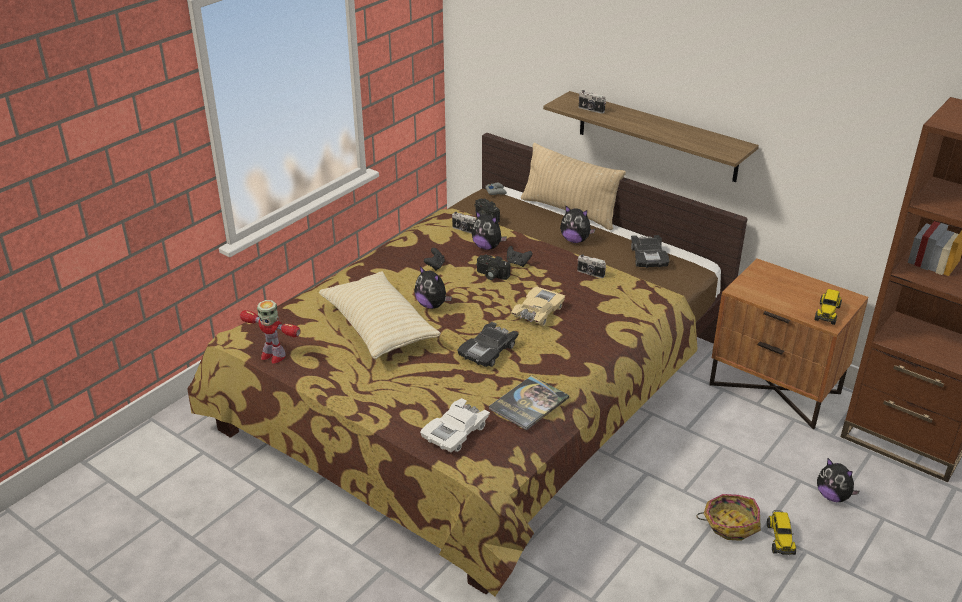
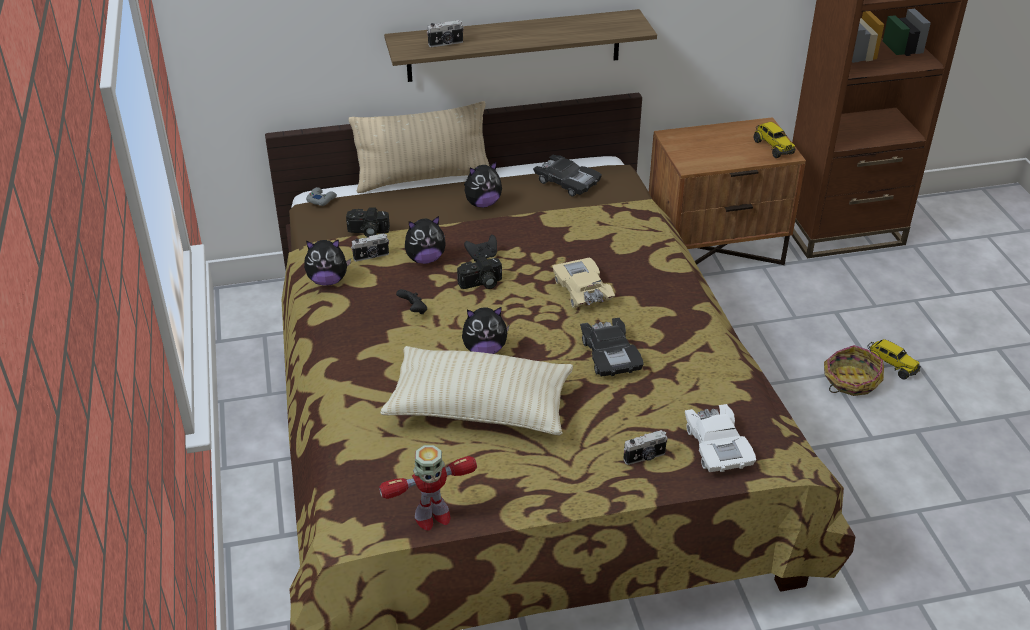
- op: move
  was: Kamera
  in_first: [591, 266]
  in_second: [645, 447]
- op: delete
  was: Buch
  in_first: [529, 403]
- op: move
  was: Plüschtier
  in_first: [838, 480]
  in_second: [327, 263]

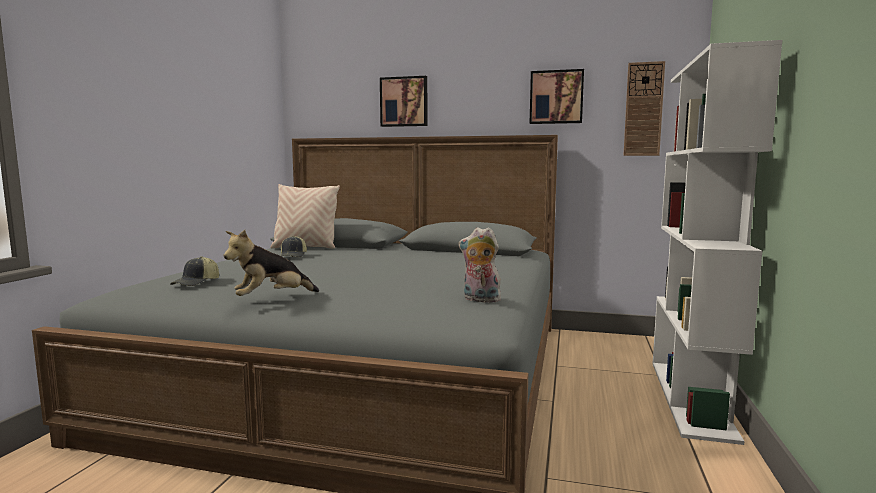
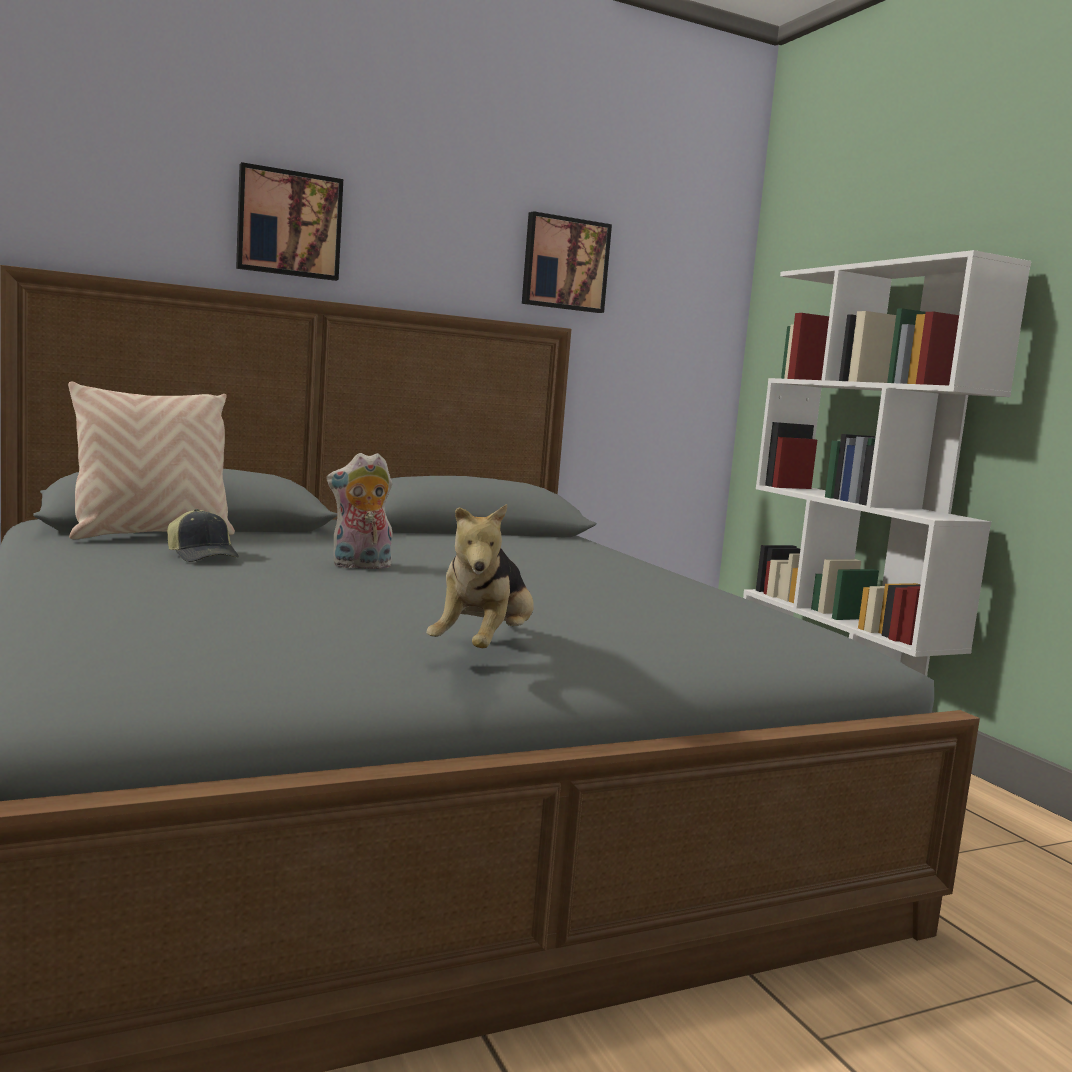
- op: delete
  was: Wanduhr
  in_first: [644, 108]
- op: move
  was: Plüschtier
  in_first: [482, 265]
  in_second: [359, 511]
- op: delete
  was: Kappe
  in_first: [194, 271]

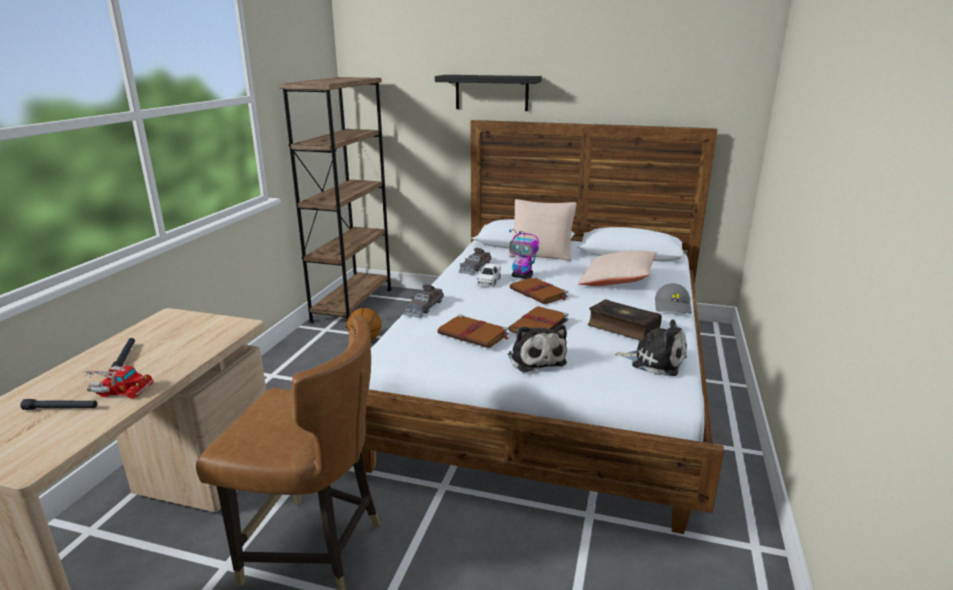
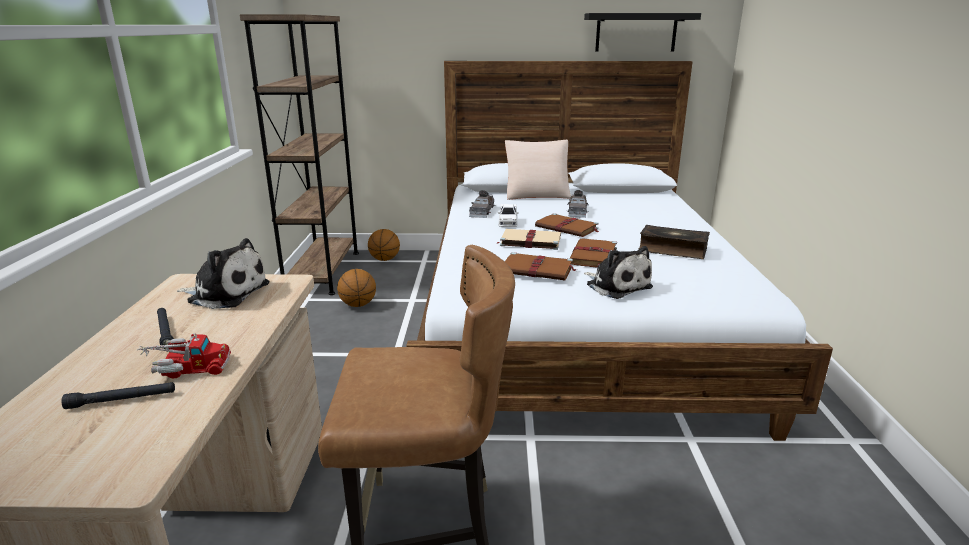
- op: move
  was: Wandregal/schwarz
  in_first: [488, 93]
  in_second: [642, 32]
- op: delete
  was: Spielzeugroboter
  in_first: [524, 254]
- op: delete
  was: Kissen/beige
  in_first: [617, 268]
- op: delete
  was: Kappe/grau
  in_first: [673, 298]
- op: move
  was: Spielzeugauto/grau
  in_first: [423, 301]
  in_second: [578, 204]
- op: move
  was: Plüschtier
  in_first: [651, 348]
  in_second: [223, 273]
- op: insert
  now: Basketball
  in_second: [384, 245]
- op: insert
  now: Buch/beige
  in_second: [529, 239]

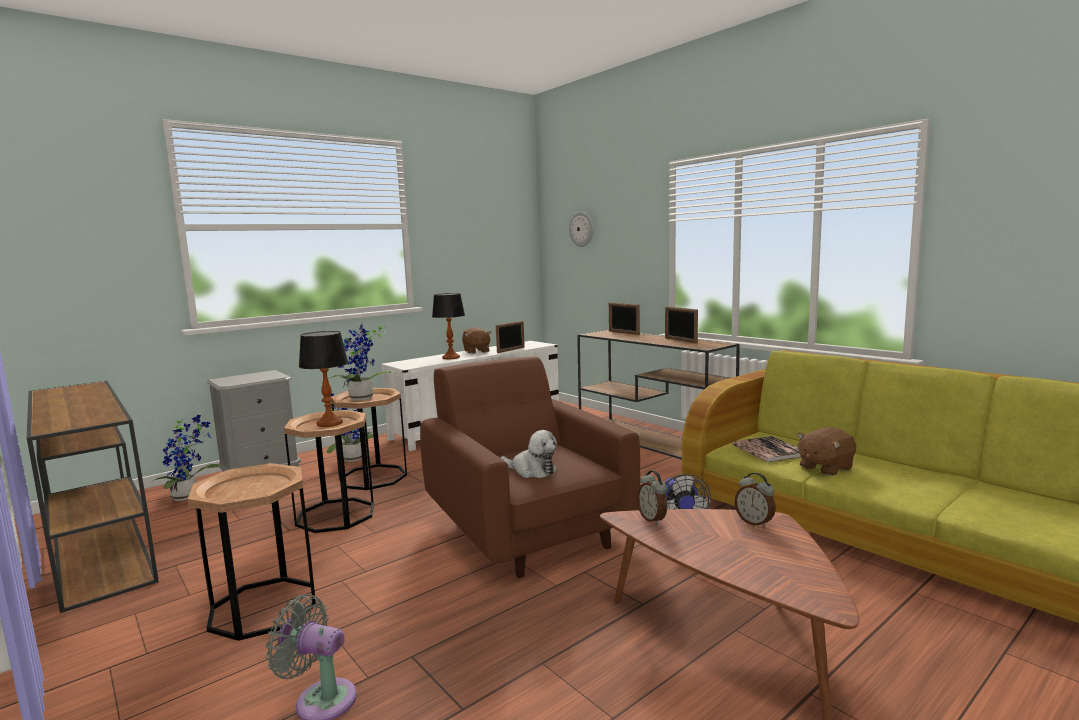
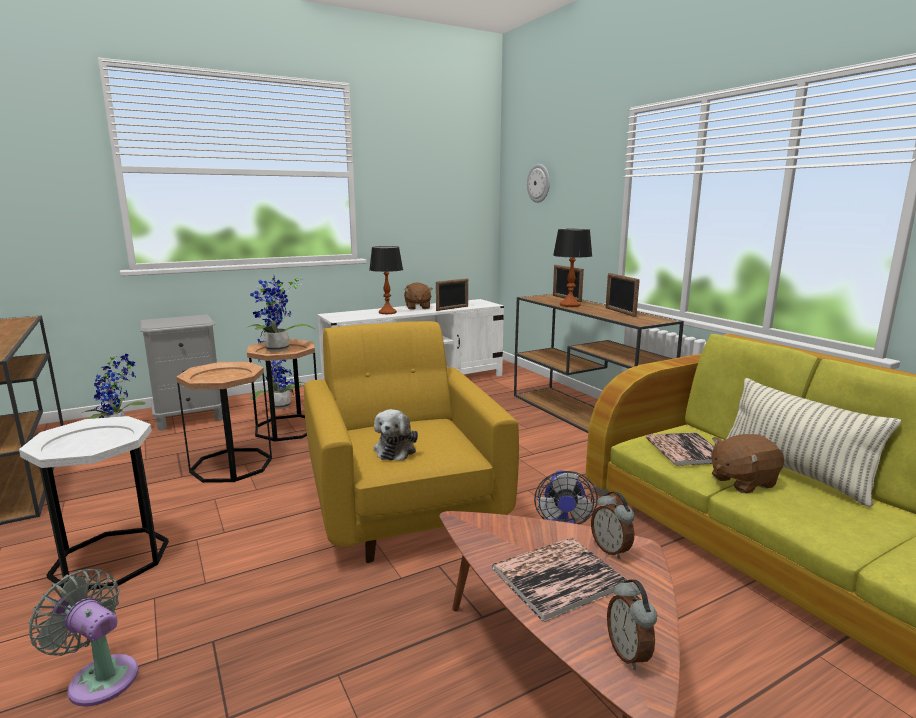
- op: move
  was: Tischlampe
  in_first: [324, 379]
  in_second: [572, 268]
- op: recolor
  was: Sessel/braun
  now: Sessel/gelb
  in_first: [530, 467]
  in_second: [411, 442]
- op: rotate
  was: Plüschtier
  in_first: [528, 454]
  in_second: [395, 435]
  clockwise: 60
- op: recolor
  was: Beistelltisch/braun
  now: Beistelltisch/weiß
  in_first: [252, 552]
  in_second: [94, 503]
- op: move
  was: Wecker
  in_first: [652, 498]
  in_second: [632, 624]
- op: insert
  now: Kissen
  in_second: [813, 442]
- op: insert
  now: Buch
  in_second: [560, 579]

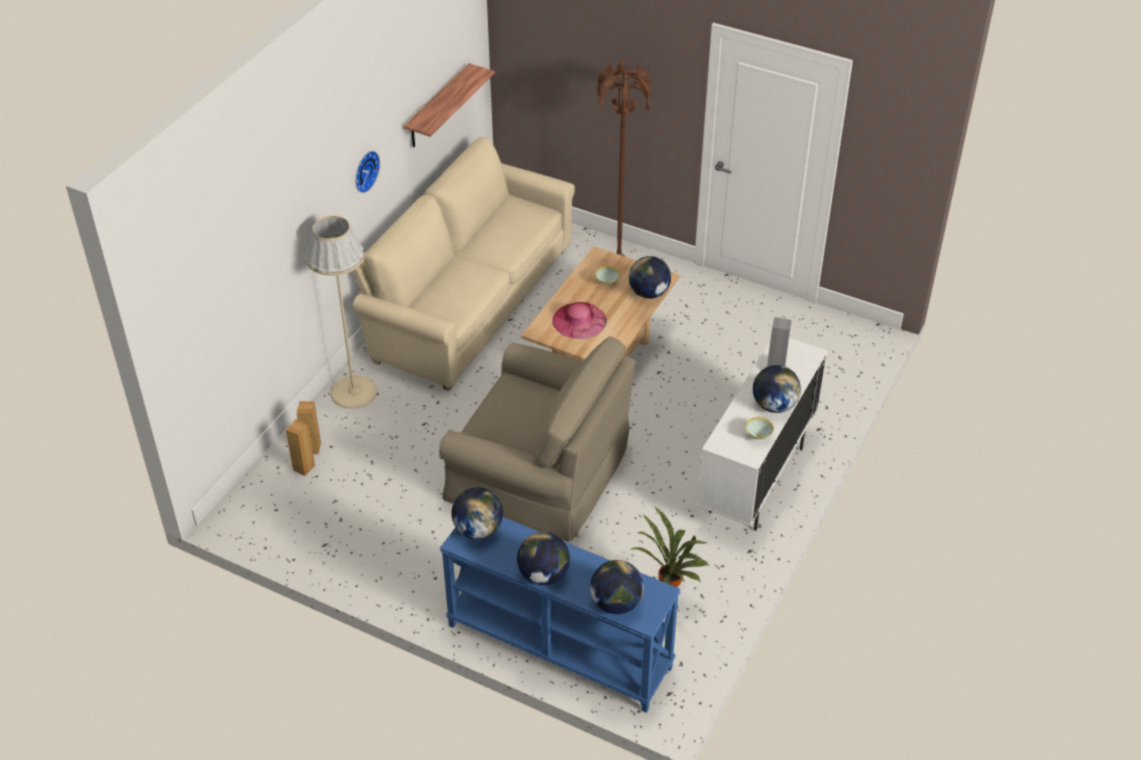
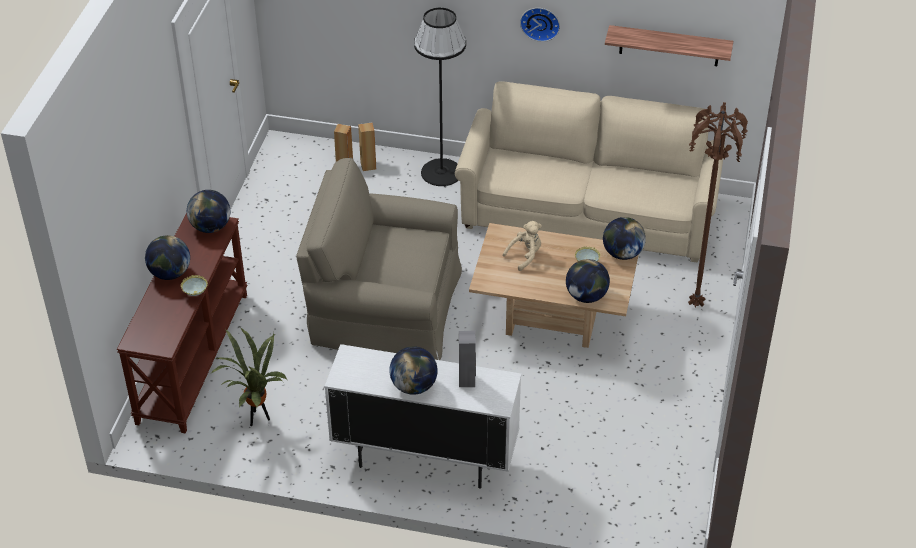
- op: recolor
  was: Stehlampe/beige
  now: Stehlampe/schwarz
  in_first: [341, 312]
  in_second: [440, 97]
- op: replace
  was: Hut/rosa
  now: Plüschtier/beige
  in_first: [579, 320]
  in_second: [522, 246]
- op: rotate
  was: Sessel/beige
  in_first: [537, 439]
  in_second: [379, 259]
  clockwise: 90
- op: move
  was: Schüssel
  in_first: [759, 428]
  in_second: [194, 285]
- op: recolor
  was: Konsolentisch/blau
  now: Konsolentisch/braun
  in_first: [560, 615]
  in_second: [182, 323]
- op: move
  was: Globus
  in_first: [617, 587]
  in_second: [624, 238]

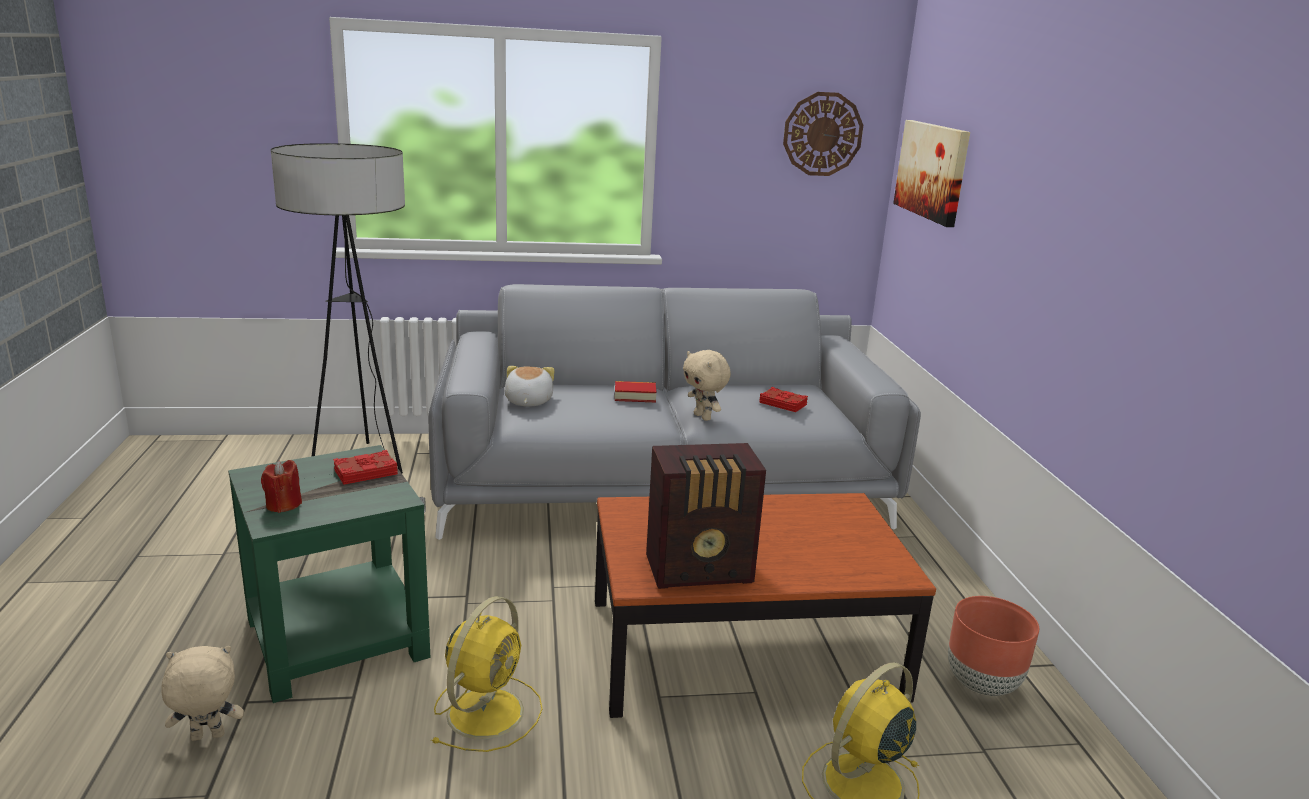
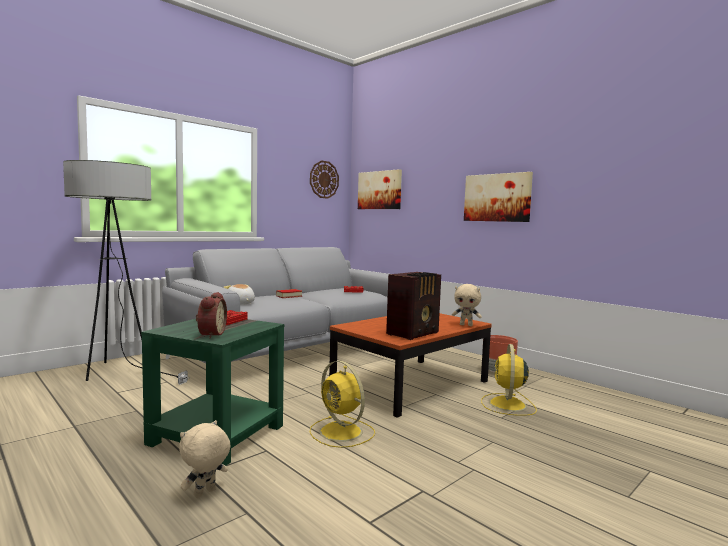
- op: move
  was: Plüschtier/beige
  in_first: [707, 385]
  in_second: [467, 305]
- op: replace
  was: Kerze/rot
  now: Wecker
  in_first: [281, 486]
  in_second: [211, 315]
- op: rotate
  was: Ventilator/gelb
  in_first: [487, 674]
  in_second: [342, 404]
  clockwise: 150
- op: insert
  now: Bild
  in_second: [498, 197]

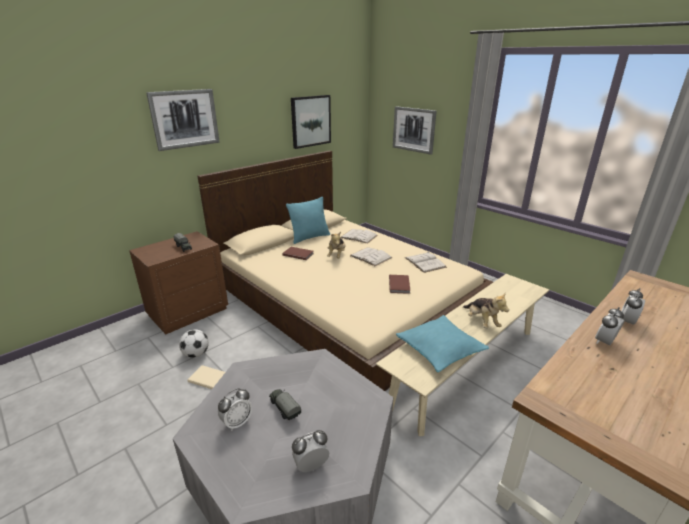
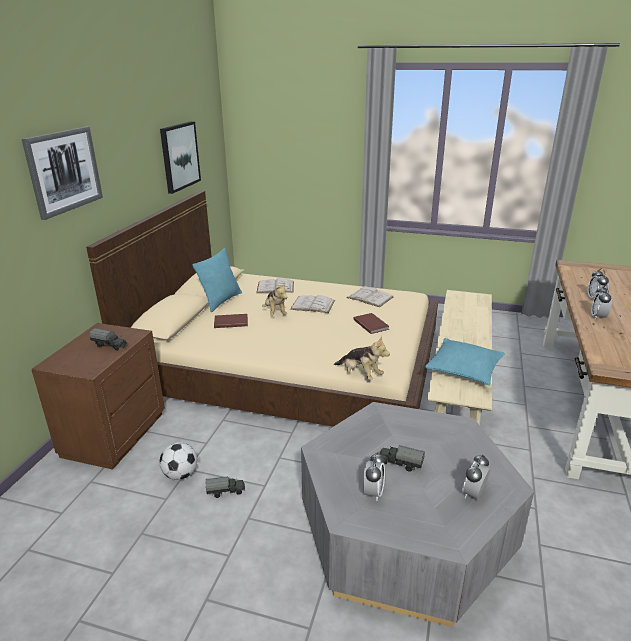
- op: delete
  was: Bild
  in_first: [415, 130]
- op: move
  was: Plüschtier
  in_first: [486, 310]
  in_second: [362, 358]
- op: replace
  was: Buch/beige
  now: Spielzeuglaster
  in_first: [206, 377]
  in_second: [225, 487]

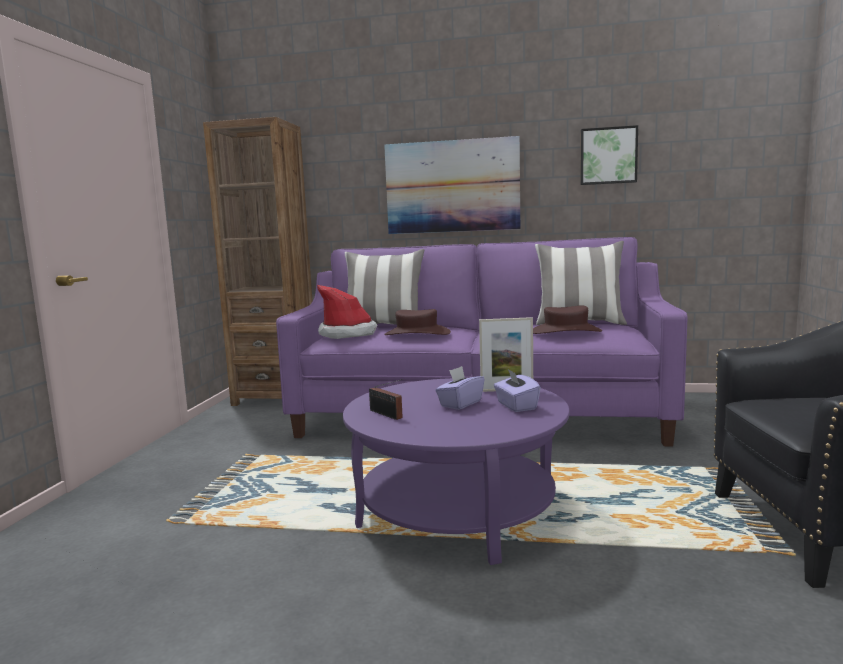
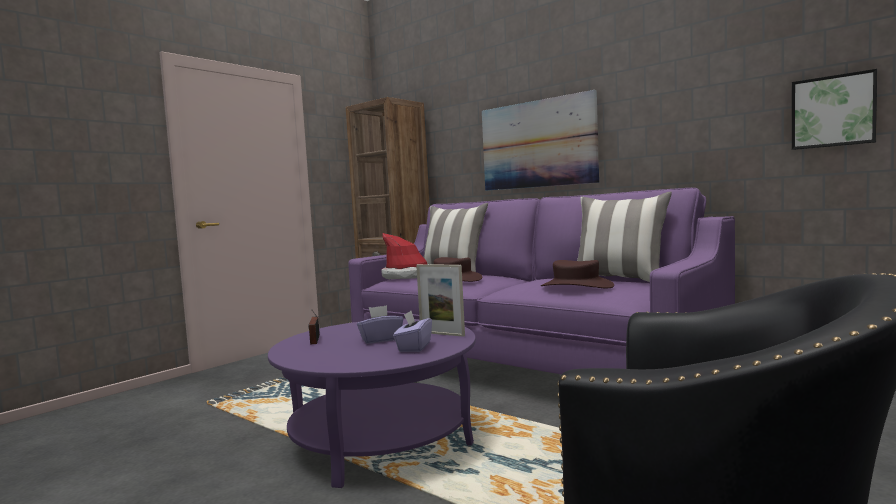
- op: move
  was: Bild
  in_first: [609, 155]
  in_second: [834, 109]

